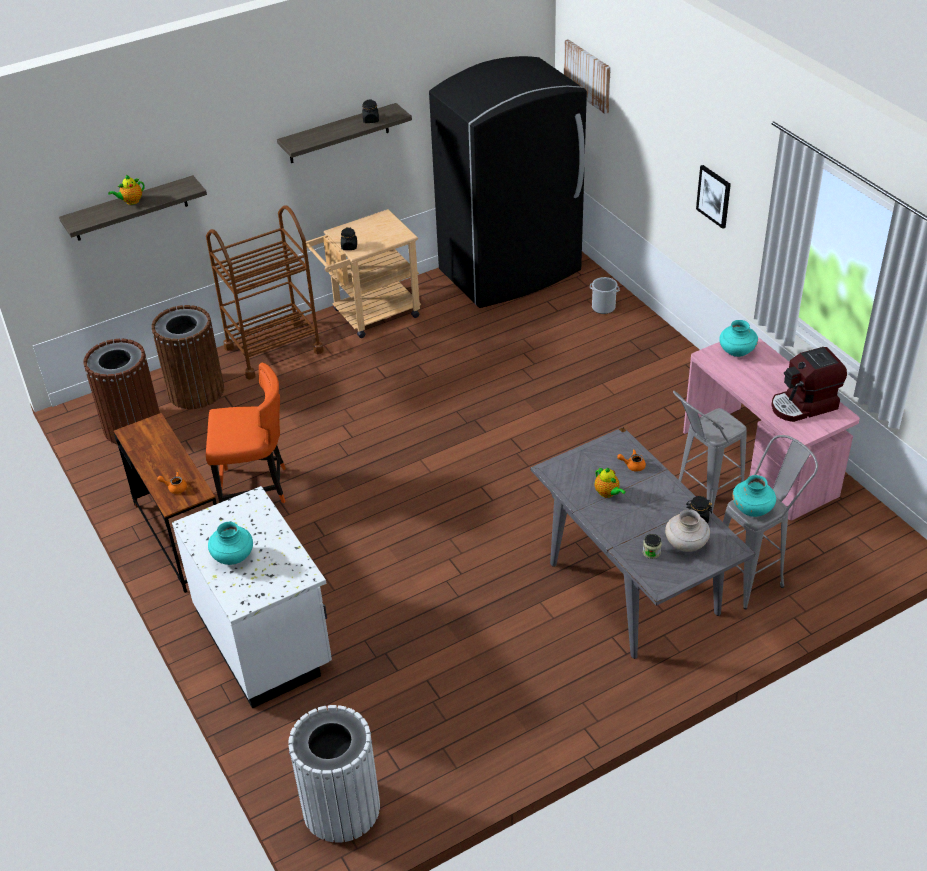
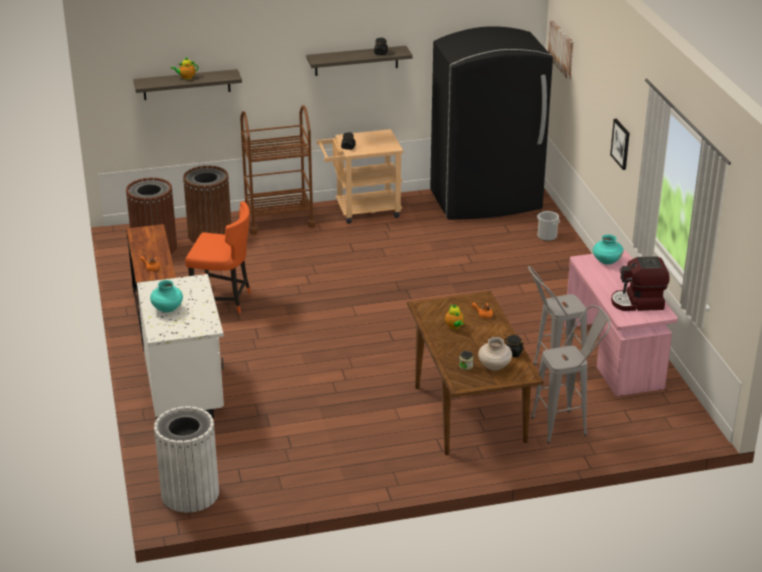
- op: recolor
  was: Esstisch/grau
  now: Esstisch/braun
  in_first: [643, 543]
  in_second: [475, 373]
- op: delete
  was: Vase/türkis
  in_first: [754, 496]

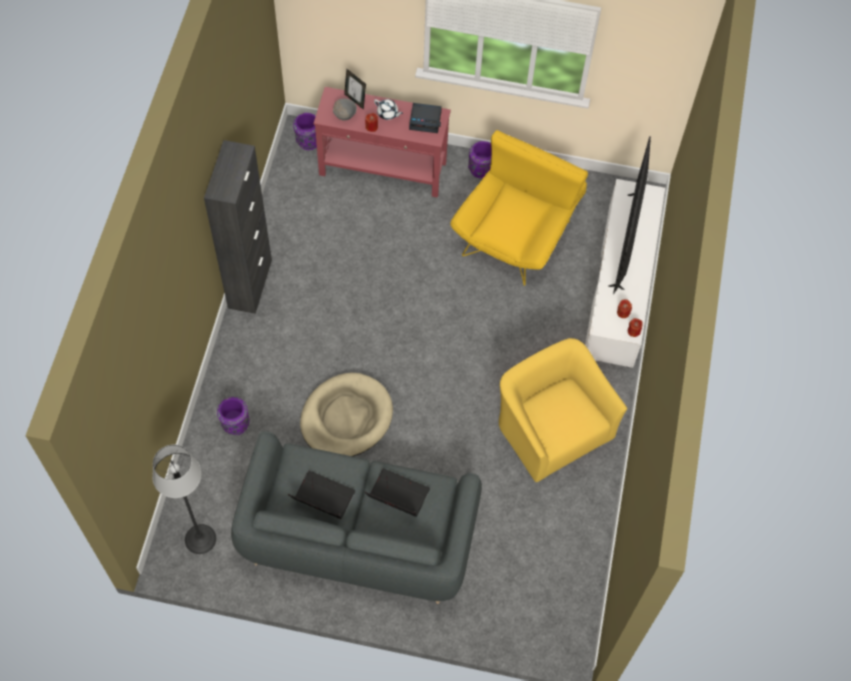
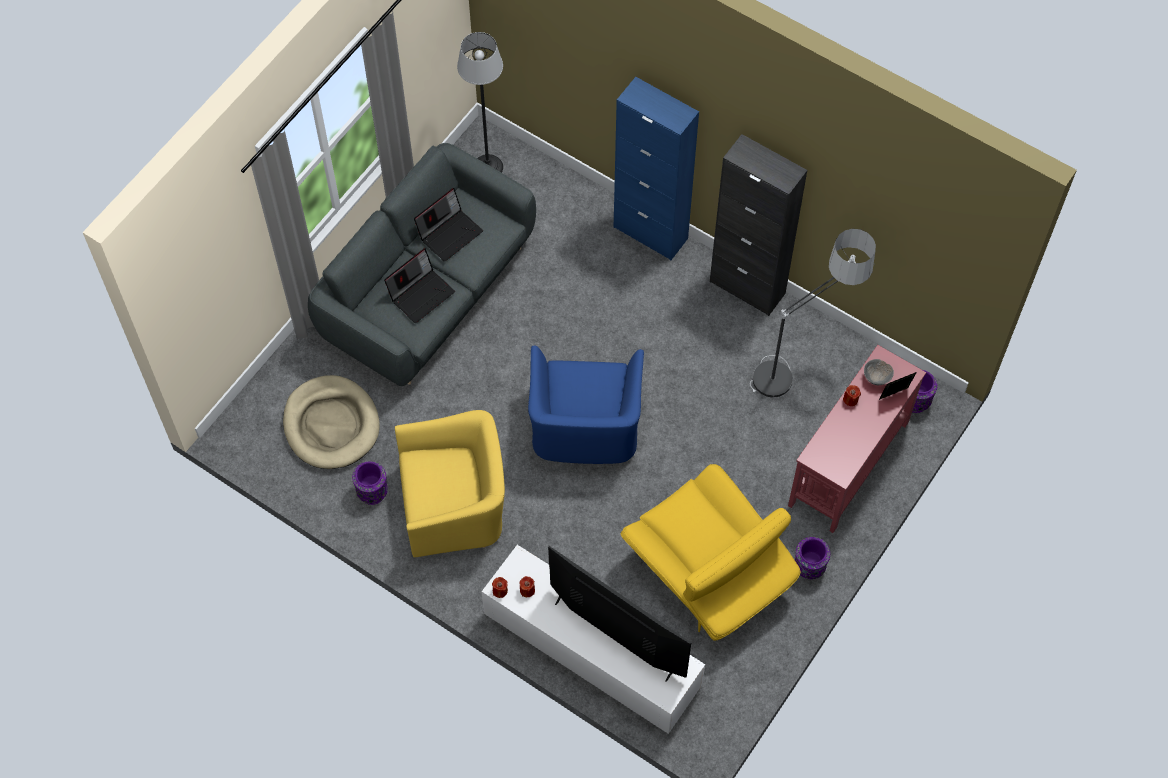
- op: delete
  was: Teekanne/weiß
  in_first: [388, 109]
- op: delete
  was: Wecker
  in_first: [425, 118]
- op: move
  was: Hundebett/beige
  in_first: [346, 415]
  in_second: [331, 422]
- op: move
  was: Vase/lila
  in_first: [233, 416]
  in_second: [370, 483]
- op: insert
  now: Schrank/blau
  in_second: [656, 168]
- op: insert
  now: Stehlampe
  in_second: [813, 313]
- op: insert
  now: Sessel/blau
  in_second: [586, 404]

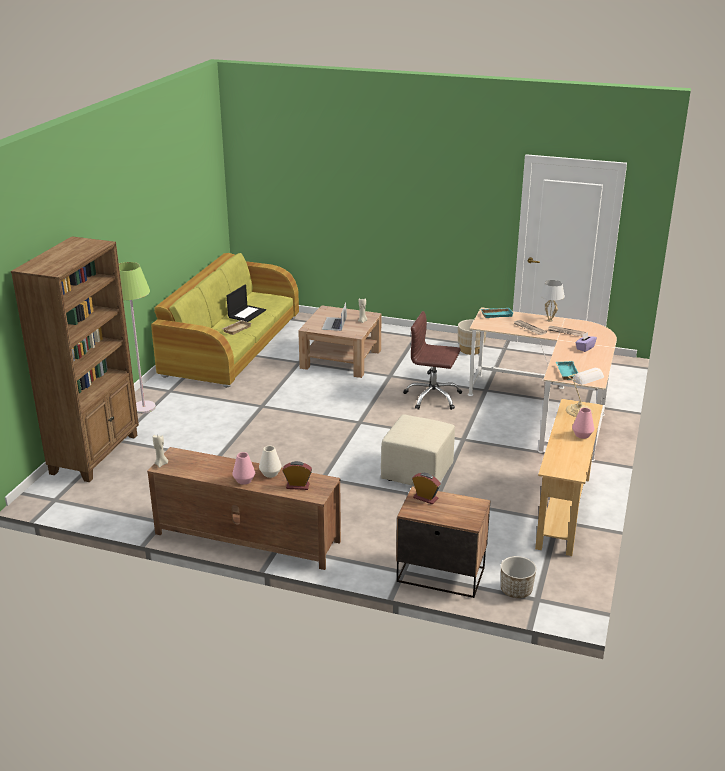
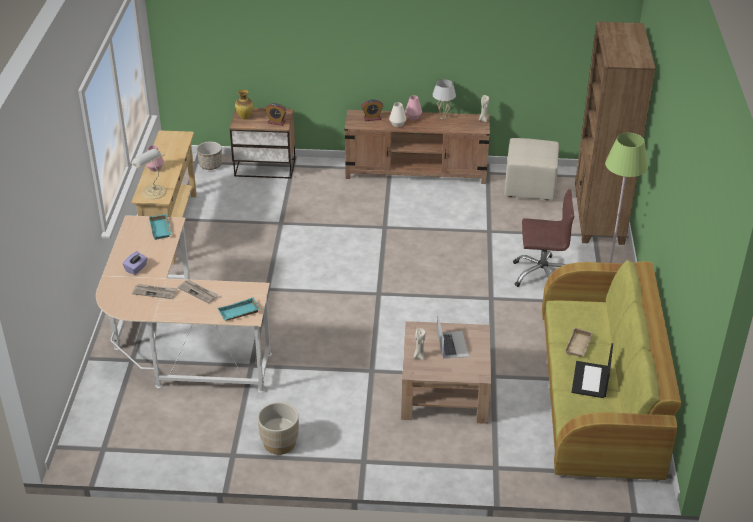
- op: move
  was: Tischlampe/weiß
  in_first: [552, 301]
  in_second: [444, 99]
- op: move
  was: Bürostuhl/braun
  in_first: [432, 360]
  in_second: [543, 238]
- op: move
  was: Polsterhocker/beige
  in_first: [418, 450]
  in_second: [531, 169]
- op: insert
  now: Vase
  in_second: [244, 104]

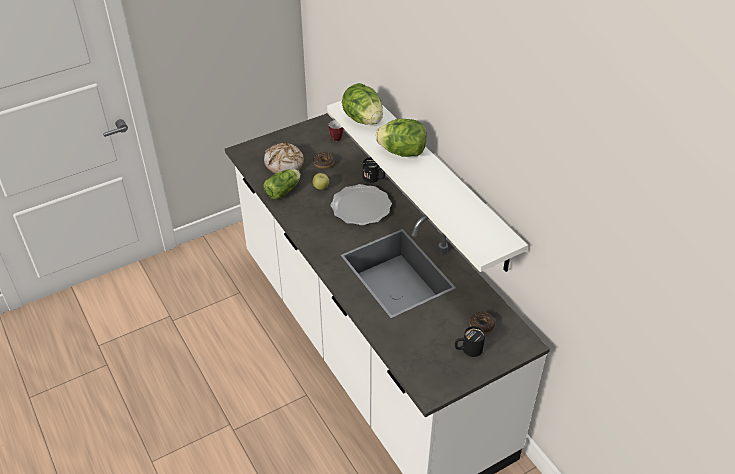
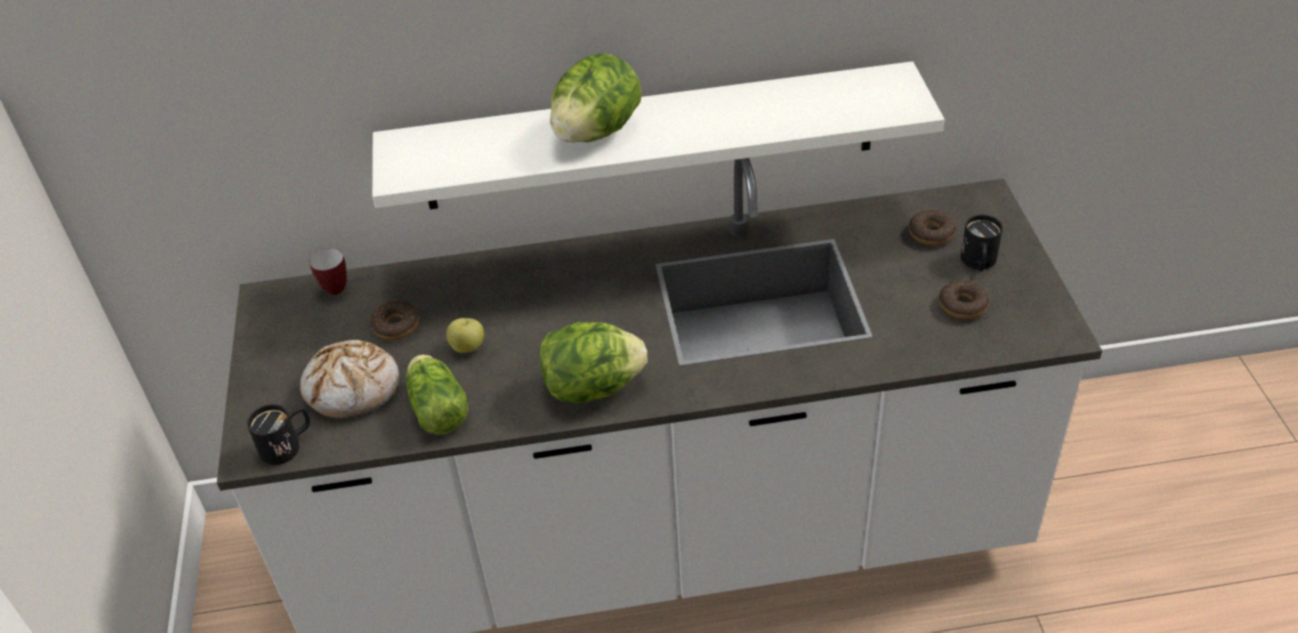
- op: move
  was: Salatkopf
  in_first: [362, 104]
  in_second: [593, 363]
- op: move
  was: Henkelbecher/schwarz
  in_first: [374, 170]
  in_second: [278, 434]
- op: delete
  was: Teller
  in_first: [361, 205]
- op: insert
  now: Donut
  in_second: [964, 300]

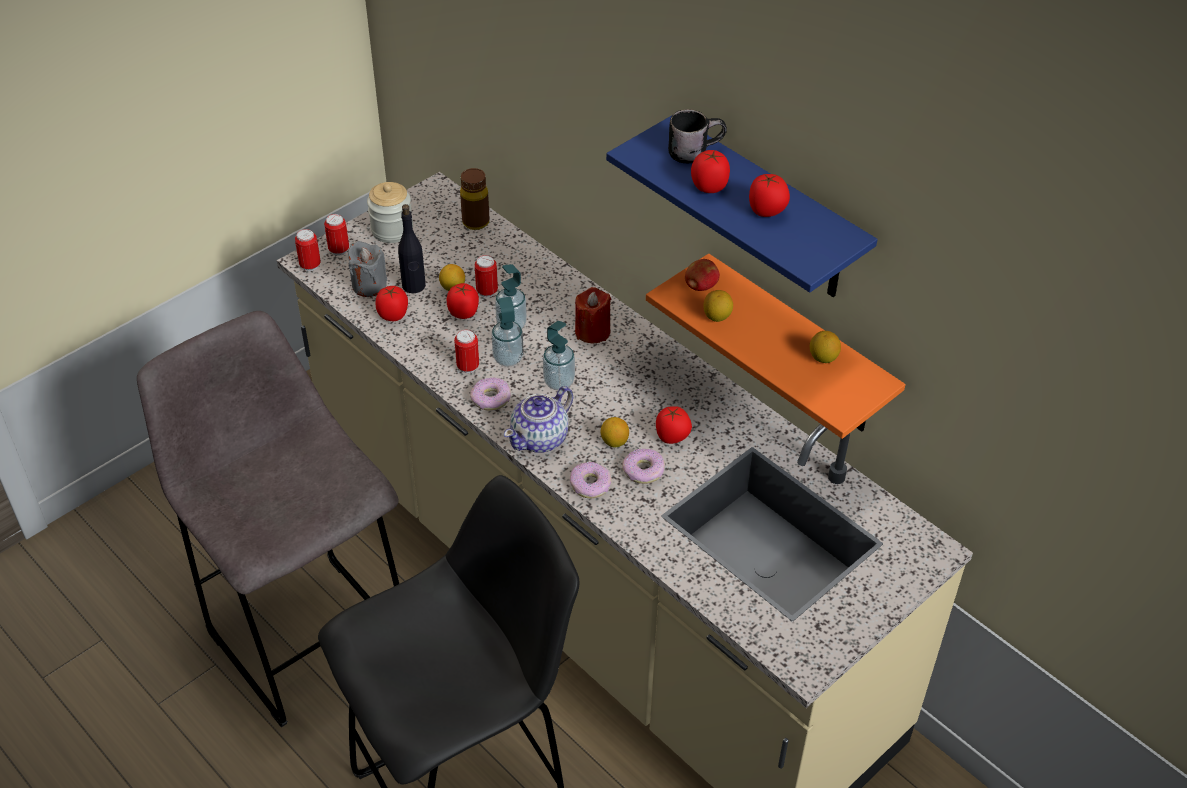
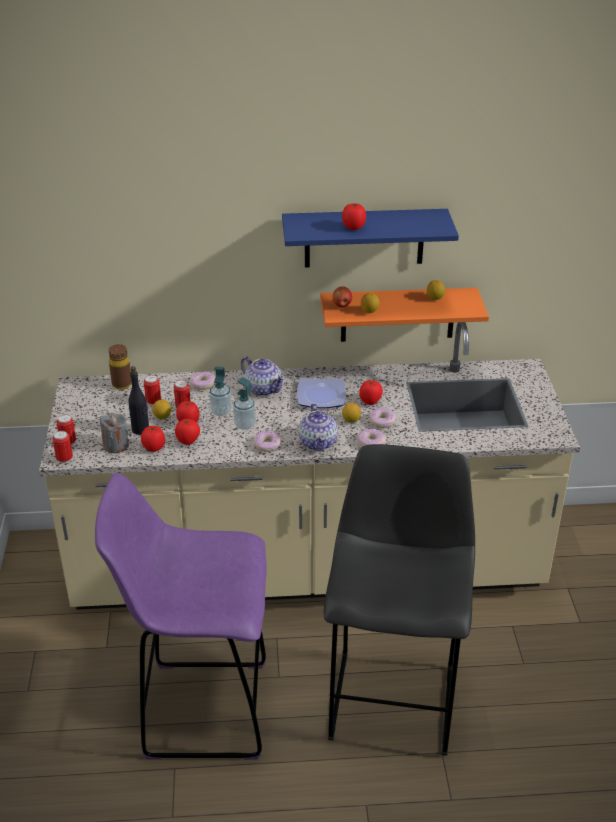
- op: delete
  was: Henkelbecher/schwarz
  in_first: [697, 136]
- op: move
  was: Tomate
  in_first: [769, 195]
  in_second: [187, 432]
- op: delete
  was: Vorratsglas
  in_first: [390, 212]
- op: replace
  was: Kerze/rot
  now: Teekanne
  in_first: [593, 315]
  in_second: [263, 376]
- op: recolor
  was: Hocker/grau
  now: Hocker/lila
  in_first: [268, 519]
  in_second: [181, 616]
- op: delete
  was: Seifenspender
  in_first: [559, 355]
- op: move
  was: Dose
  in_first: [466, 351]
  in_second: [152, 390]
- op: insert
  now: Donut
  in_second: [203, 380]
- op: insert
  now: Teller
  in_second: [321, 393]

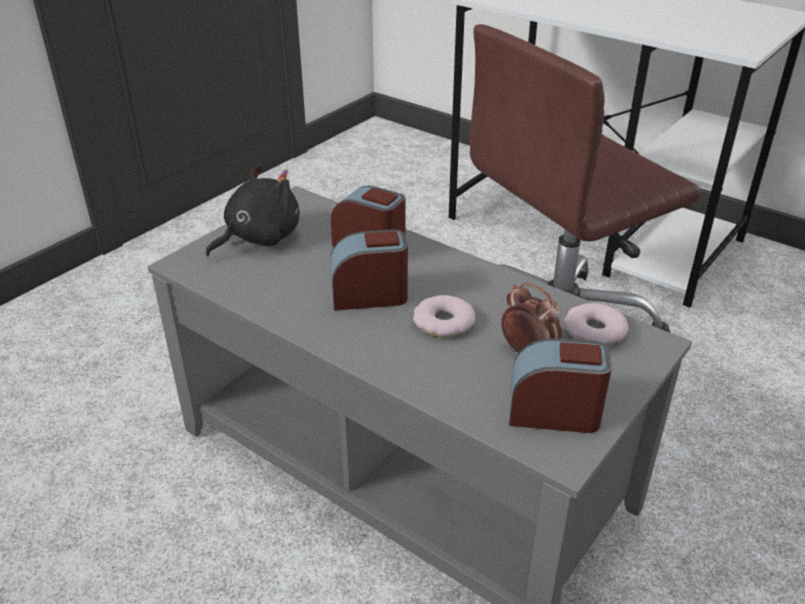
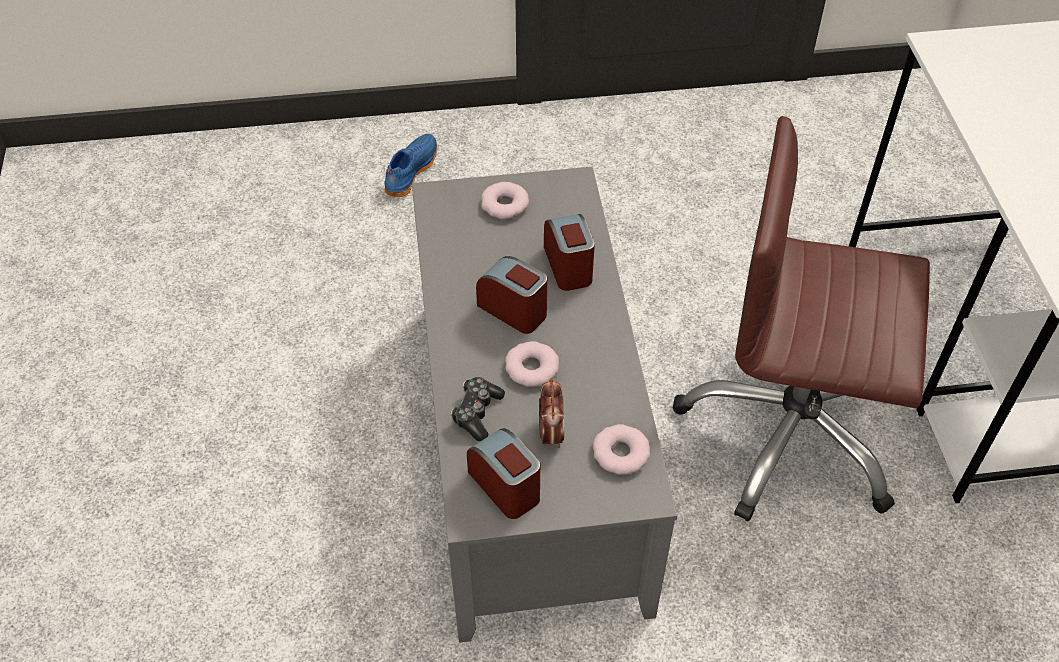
- op: replace
  was: Plüschtier/schwarz
  now: Donut
  in_first: [252, 210]
  in_second: [505, 200]
- op: insert
  now: Schuh/blau
  in_second: [410, 165]
- op: insert
  now: Gamepad
  in_second: [478, 409]

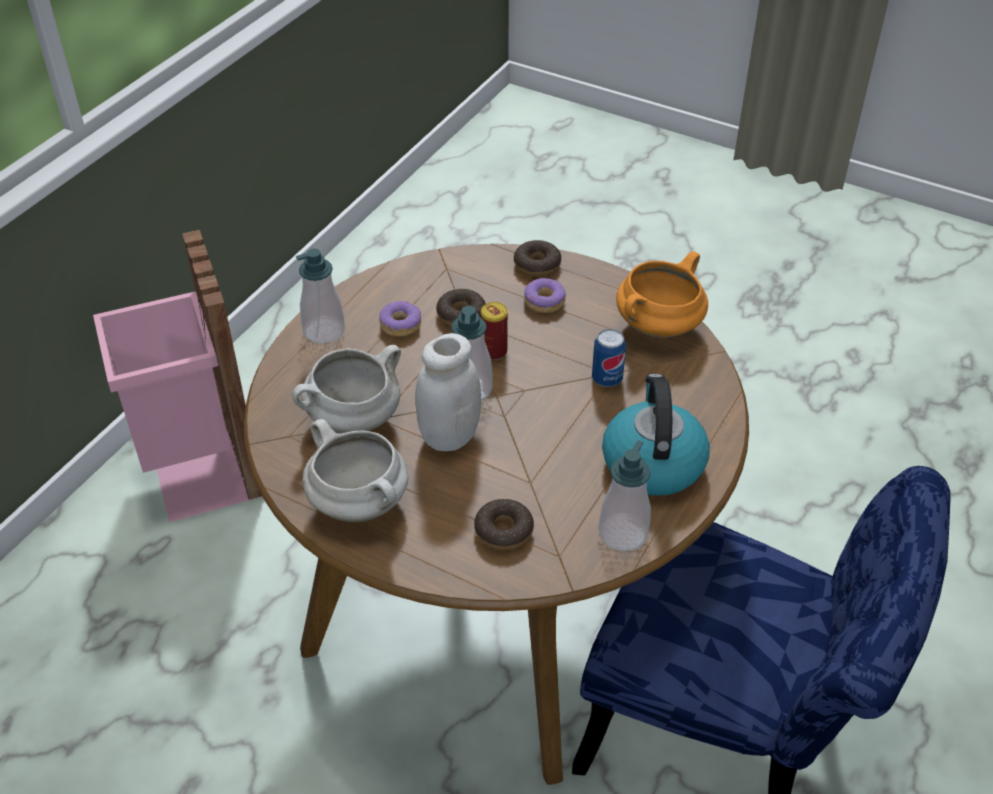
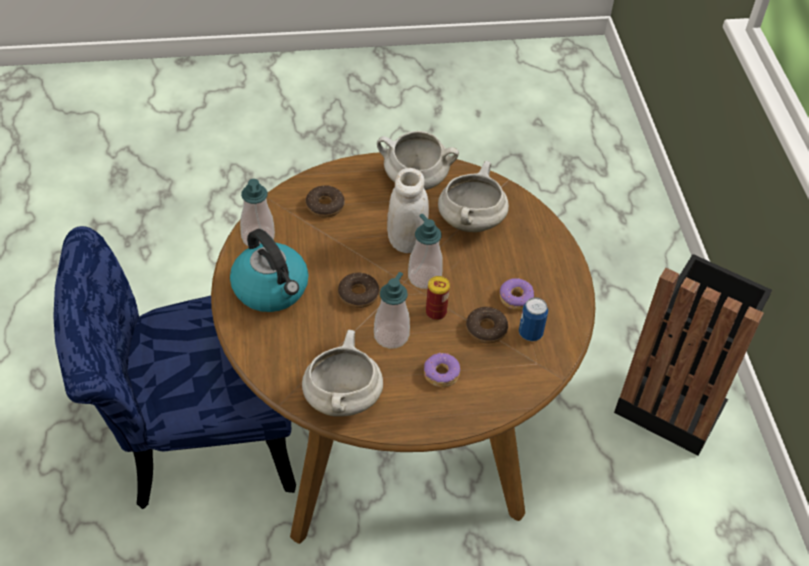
- op: recolor
  was: Mülleimer/rosa
  now: Mülleimer/schwarz
  in_first: [177, 376]
  in_second: [693, 355]
- op: move
  was: Donut
  in_first: [537, 258]
  in_second: [358, 290]
- op: move
  was: Seifenspender
  in_first: [320, 296]
  in_second: [392, 310]
- op: recolor
  was: Kochtopf/orange
  now: Kochtopf/weiß
  in_first: [662, 294]
  in_second: [342, 373]
- op: move
  was: Dose
  in_first: [609, 358]
  in_second: [533, 319]

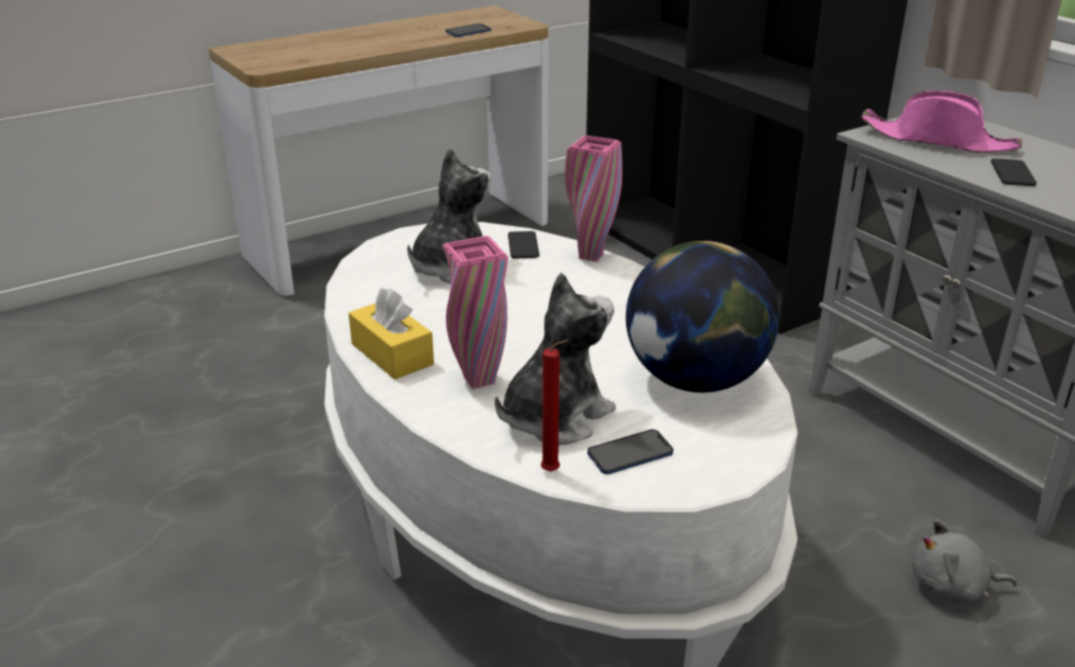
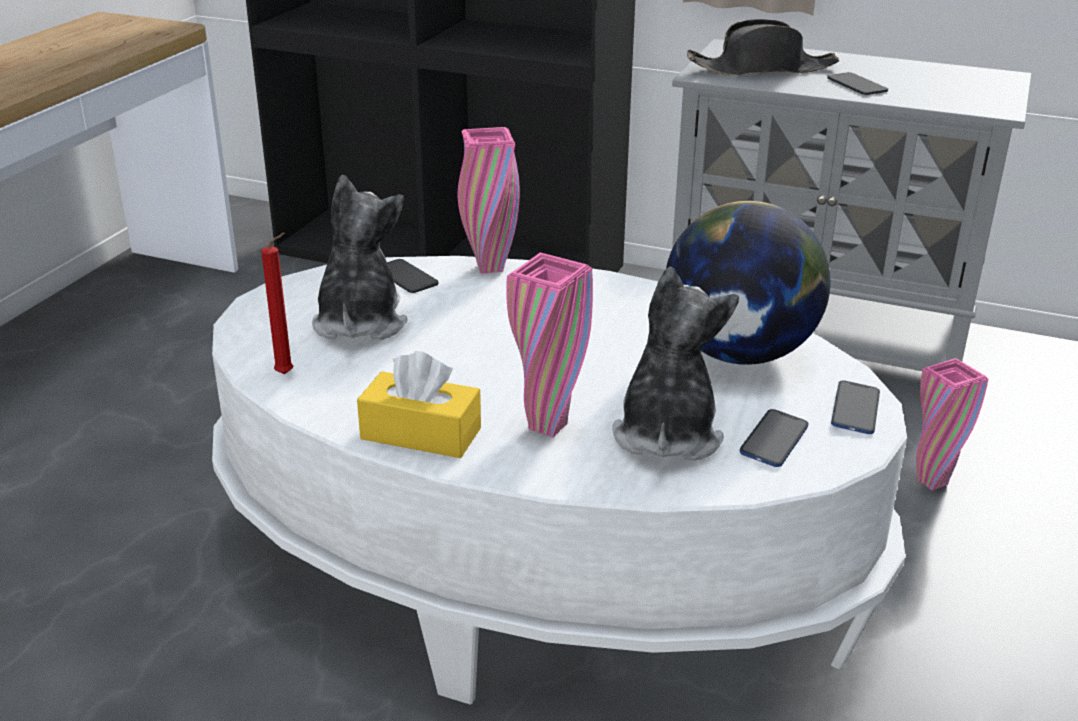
- op: move
  was: Handy
  in_first: [468, 30]
  in_second: [855, 407]
- op: recolor
  was: Hut/rosa
  now: Hut/schwarz
  in_first: [942, 122]
  in_second: [763, 47]
- op: move
  was: Kerze/rot
  in_first: [555, 406]
  in_second: [277, 303]
- op: replace
  was: Plüschtier/grau
  now: Vase/rosa
  in_first: [964, 561]
  in_second: [952, 424]

